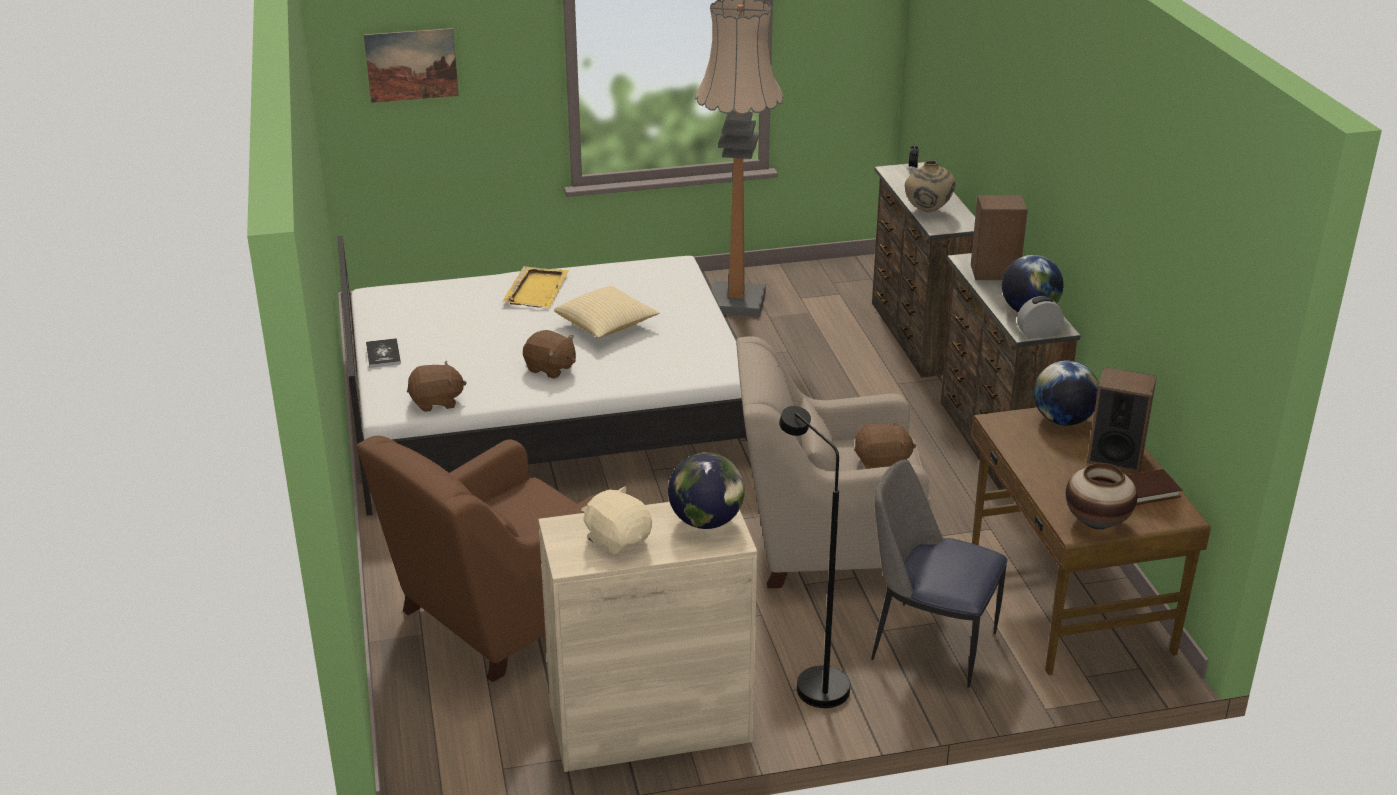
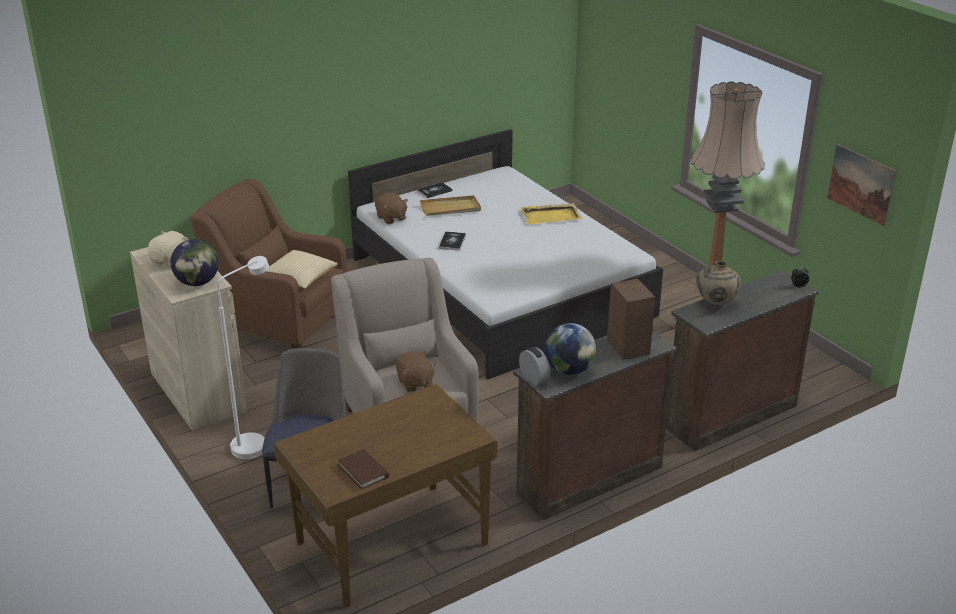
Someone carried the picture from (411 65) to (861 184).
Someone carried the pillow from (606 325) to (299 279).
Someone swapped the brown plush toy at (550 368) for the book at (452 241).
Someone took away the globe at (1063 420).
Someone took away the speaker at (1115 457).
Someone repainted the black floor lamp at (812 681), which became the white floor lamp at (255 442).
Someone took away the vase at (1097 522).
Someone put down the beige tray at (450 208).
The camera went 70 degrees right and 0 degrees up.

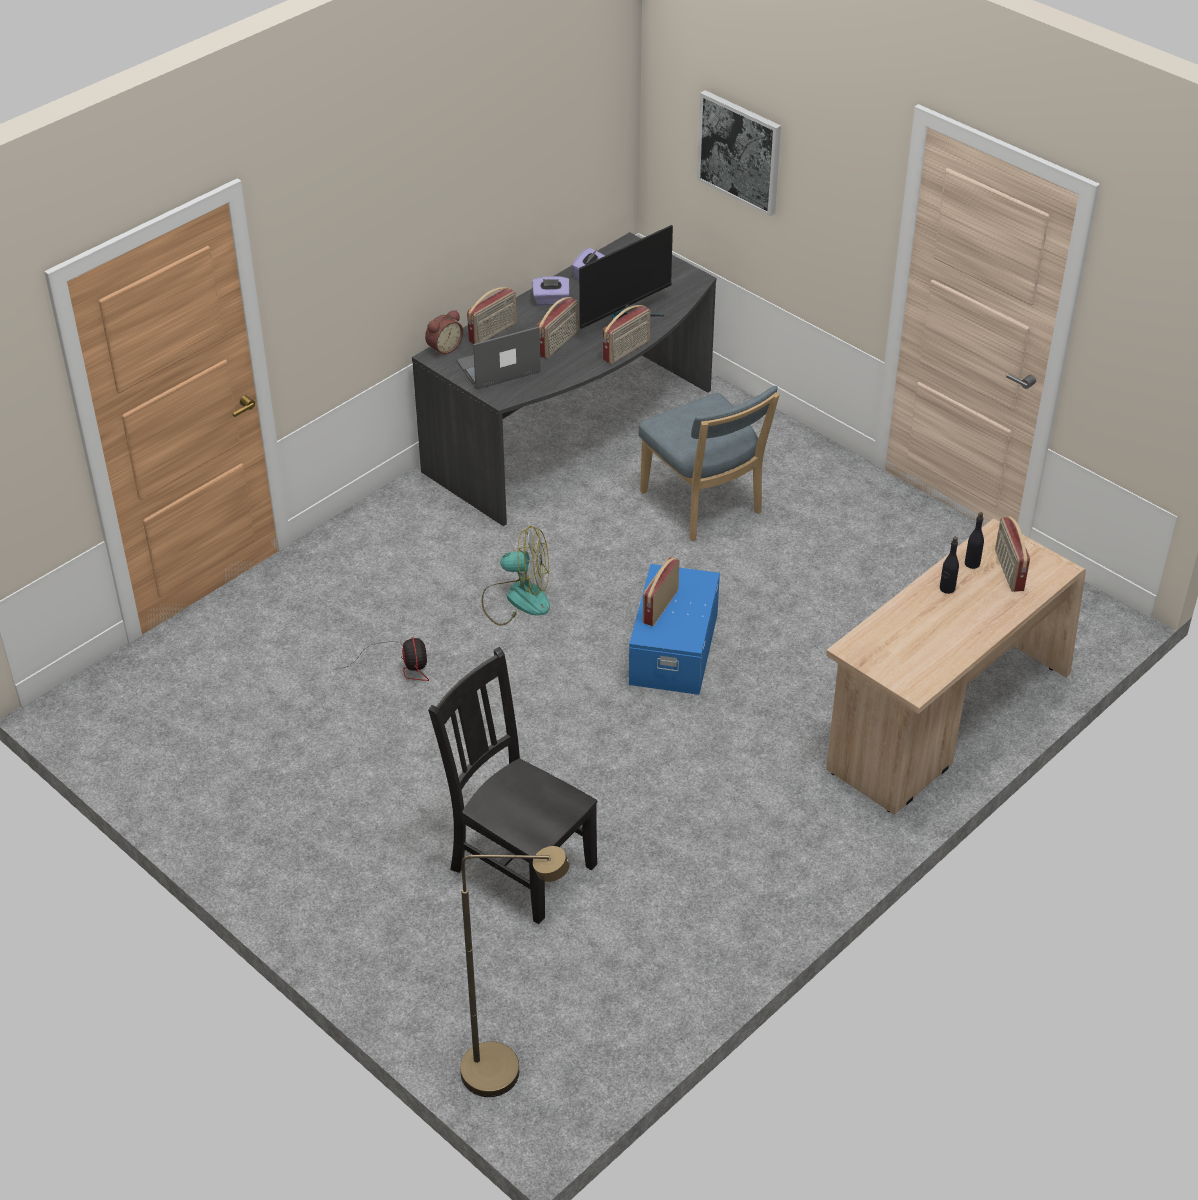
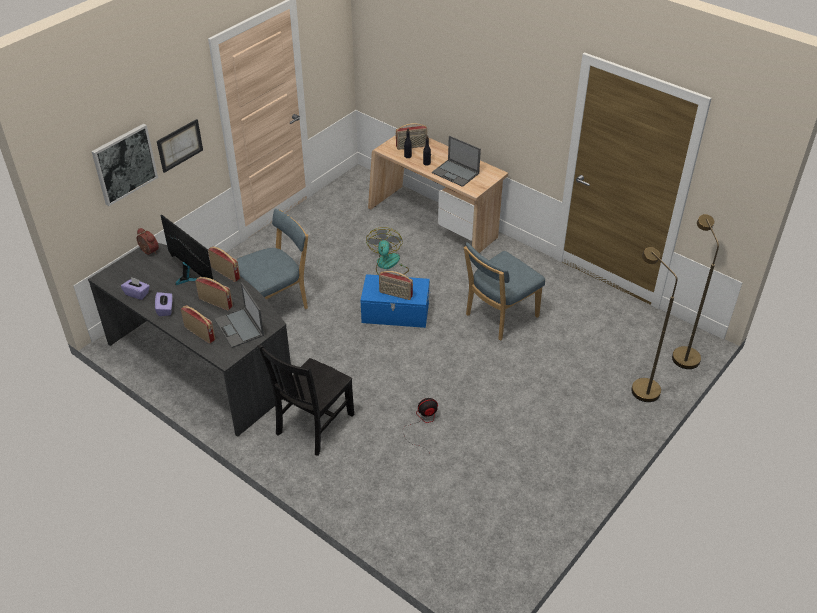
Someone carried the alarm clock from (443 348) to (148 251).
Someone carried the fan from (517 599) to (388 265).
Someone carried the black chair from (519 864) to (313 425).
Someone put up the picture at (179 145).
Someone put down the laptop at (456 173).
Someone put down the blue chair at (499 317).
Someone put down the brown floor lamp at (639 386).
The camera went 95 degrees left and 0 degrees up.

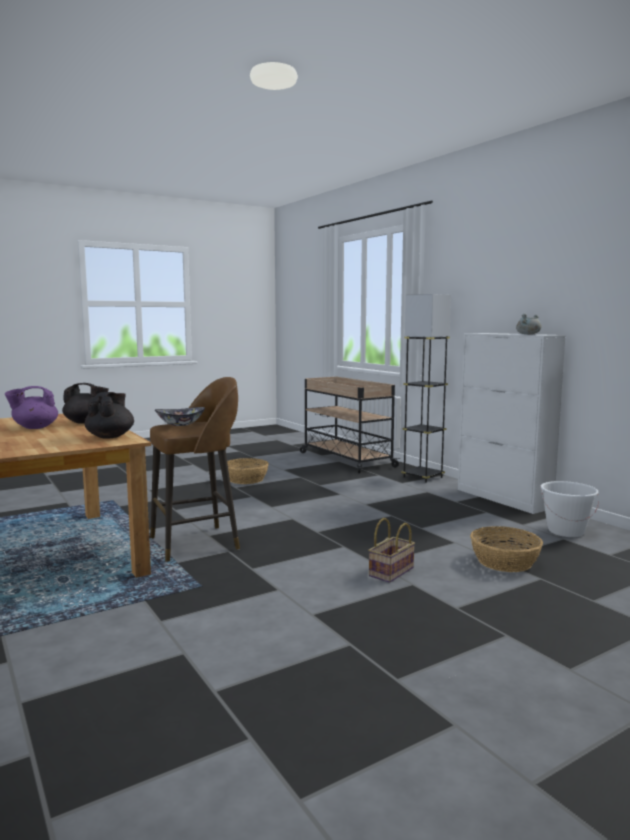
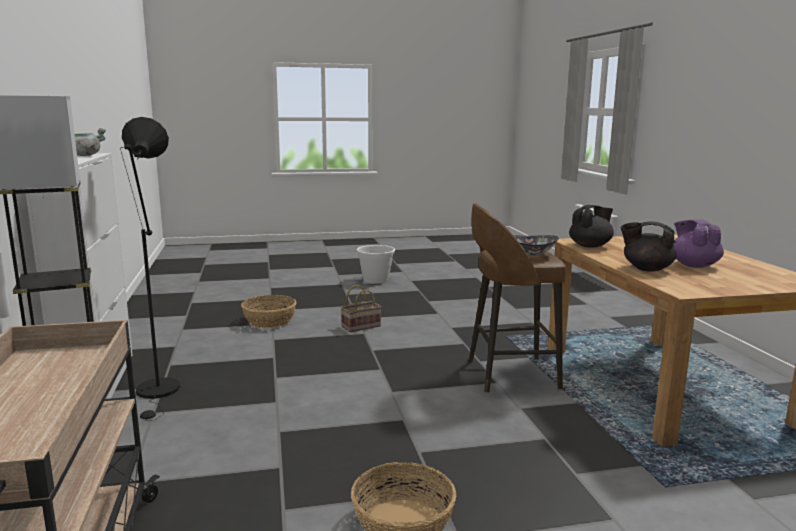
Someone rotated the purple teapot at (34 427) by 90 degrees counterclockwise.
Someone rotated the black teapot at (110 437) by 150 degrees counterclockwise.
Someone carried the white bucket from (565 531) to (375 280).
Someone put down the black floor lamp at (158 393).
The camera went 160 degrees left and 5 degrees up.

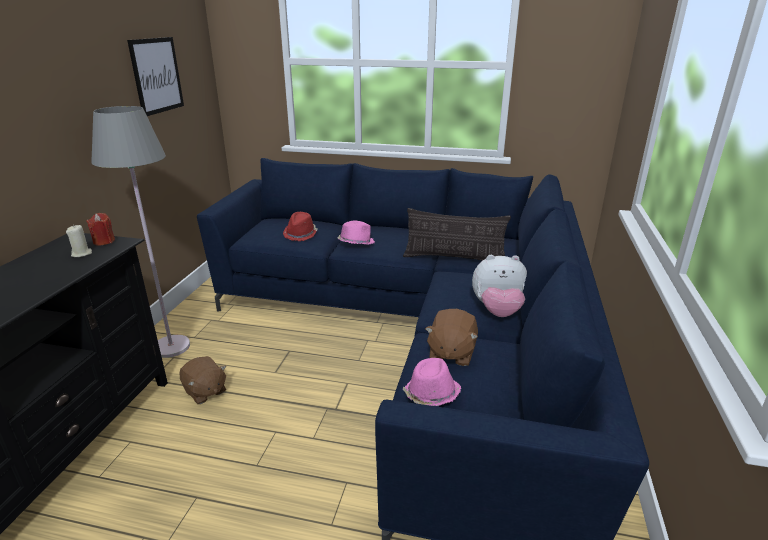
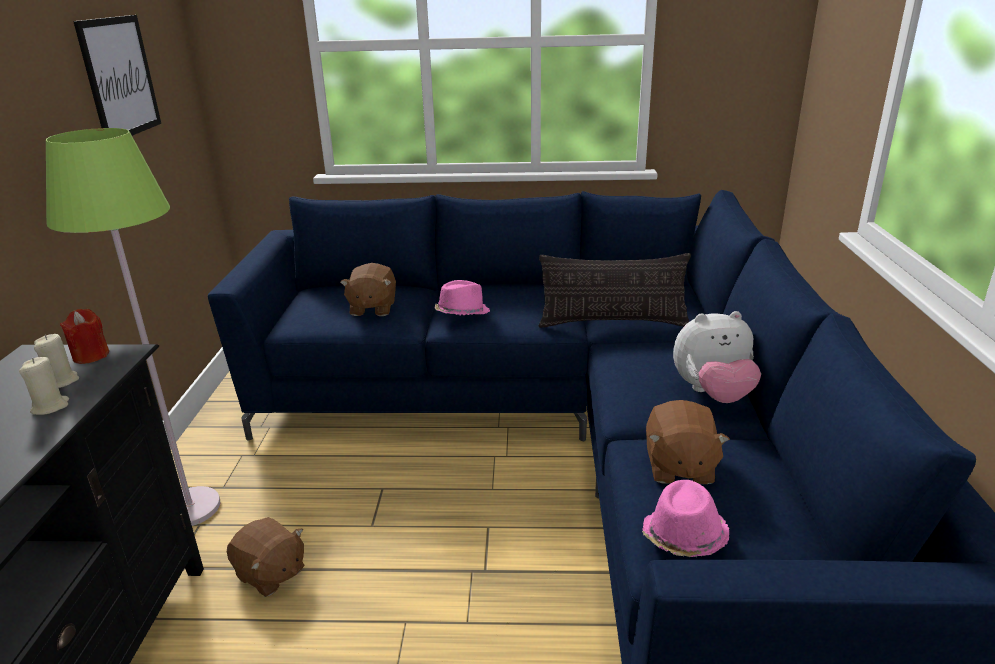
Someone repainted the grey floor lamp at (171 347), which became the green floor lamp at (190 508).
Someone swapped the red hat at (301 234) for the brown plush toy at (372 308).
Someone put down the beige candle at (50 406).
The camera went 10 degrees left and 0 degrees up.

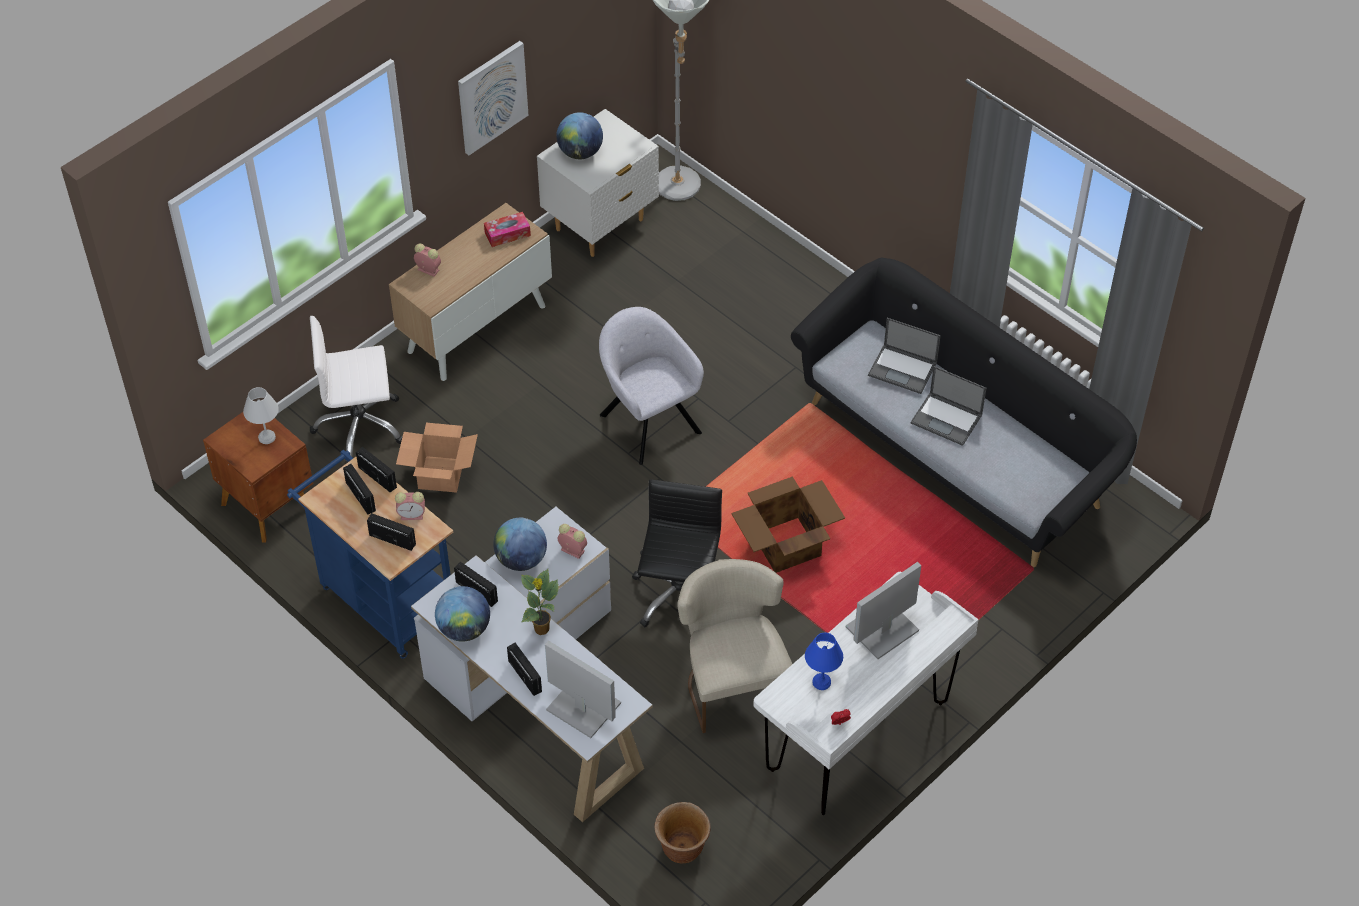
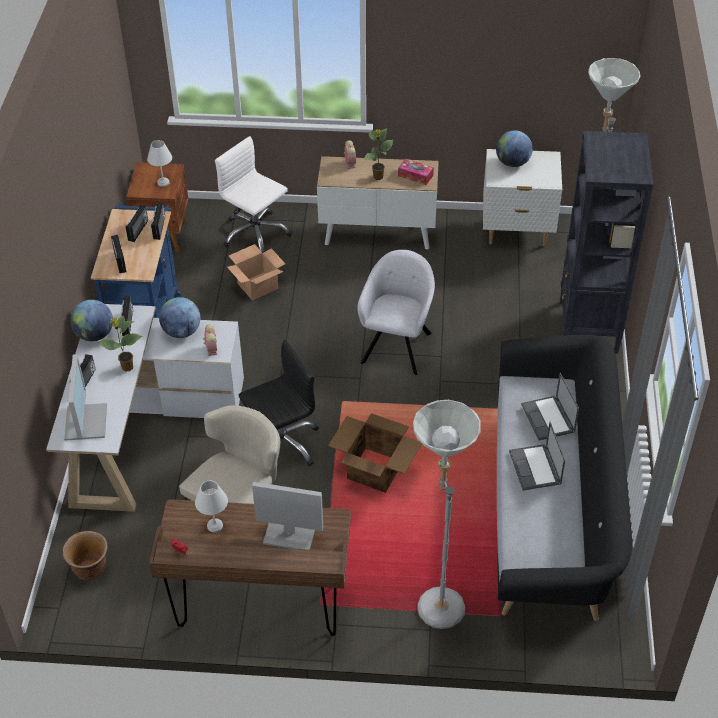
Someone took away the picture at (492 97).
Someone took away the alarm clock at (412 515).
Someone repainted the white desk at (858 737), which became the brown desk at (260 606).
Someone repainted the blue table lamp at (822 681), which became the white table lamp at (215 525).
Someone put down the potted plant at (378 177).
Someone put down the black bookcase at (588 327).
Someone put down the grey floor lamp at (437 600).
The camera went 50 degrees right and 5 degrees down.

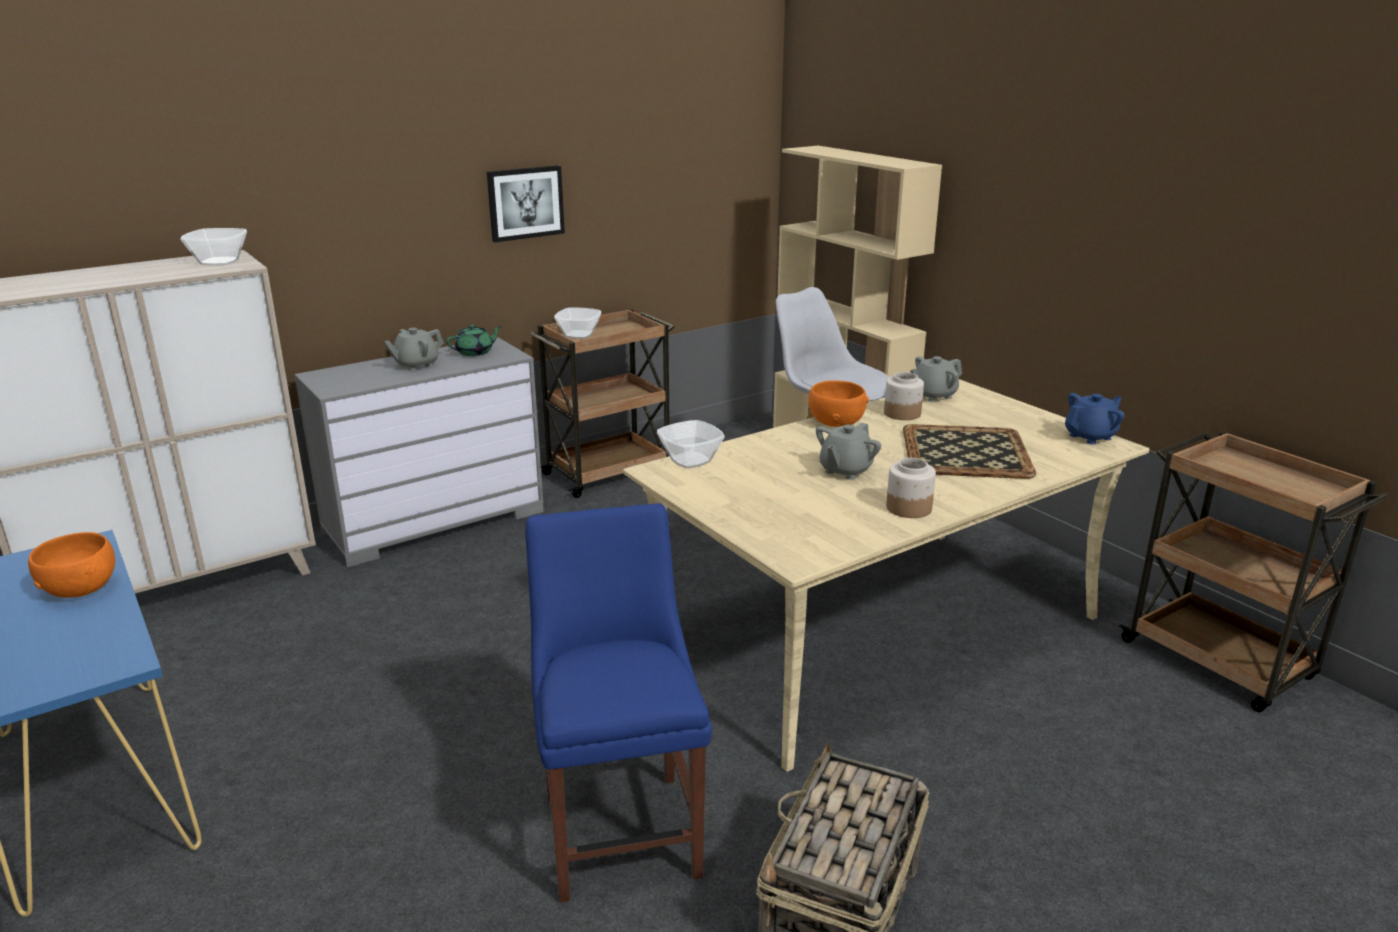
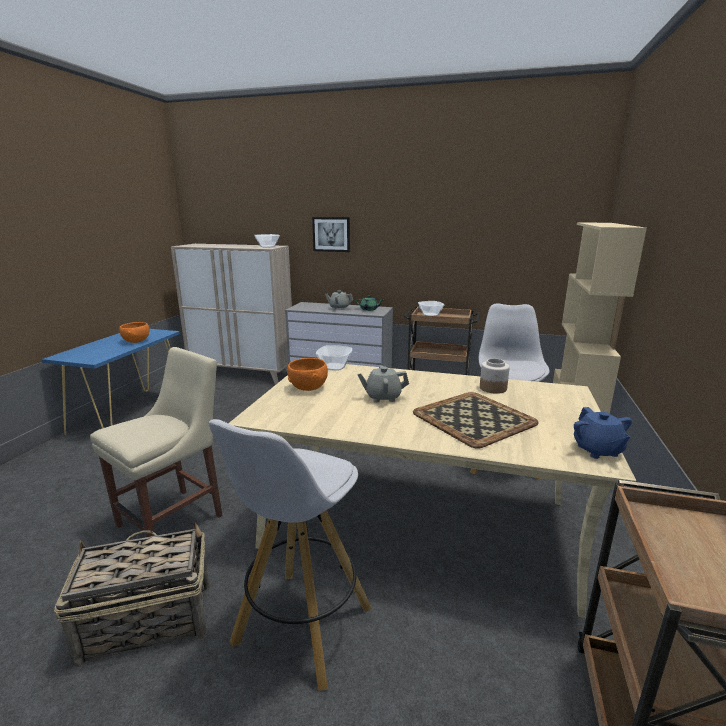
Someone carried the picture from (525 203) to (331 234).
Someone took away the grey teapot at (933 396).
Someone carried the orange bowl from (836 423) to (308 387).
Someone rotated the blue teapot at (1090 436) by 60 degrees clockwise.
Someone took away the jar at (908 508).
Someone repainted the blue chair at (621 827), which became the beige chair at (175 518).
Someone put down the white stool at (301 627).
The camera went 50 degrees right and 5 degrees down.

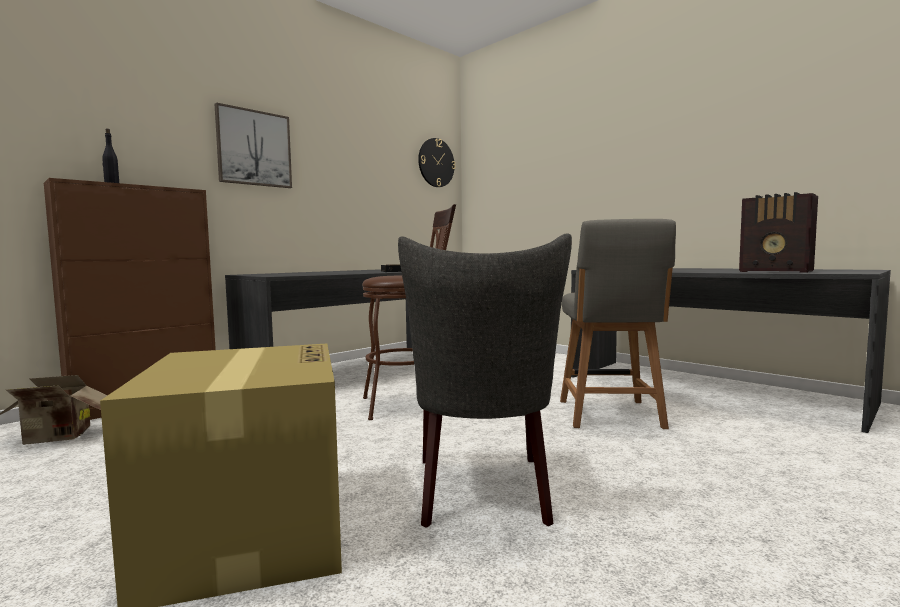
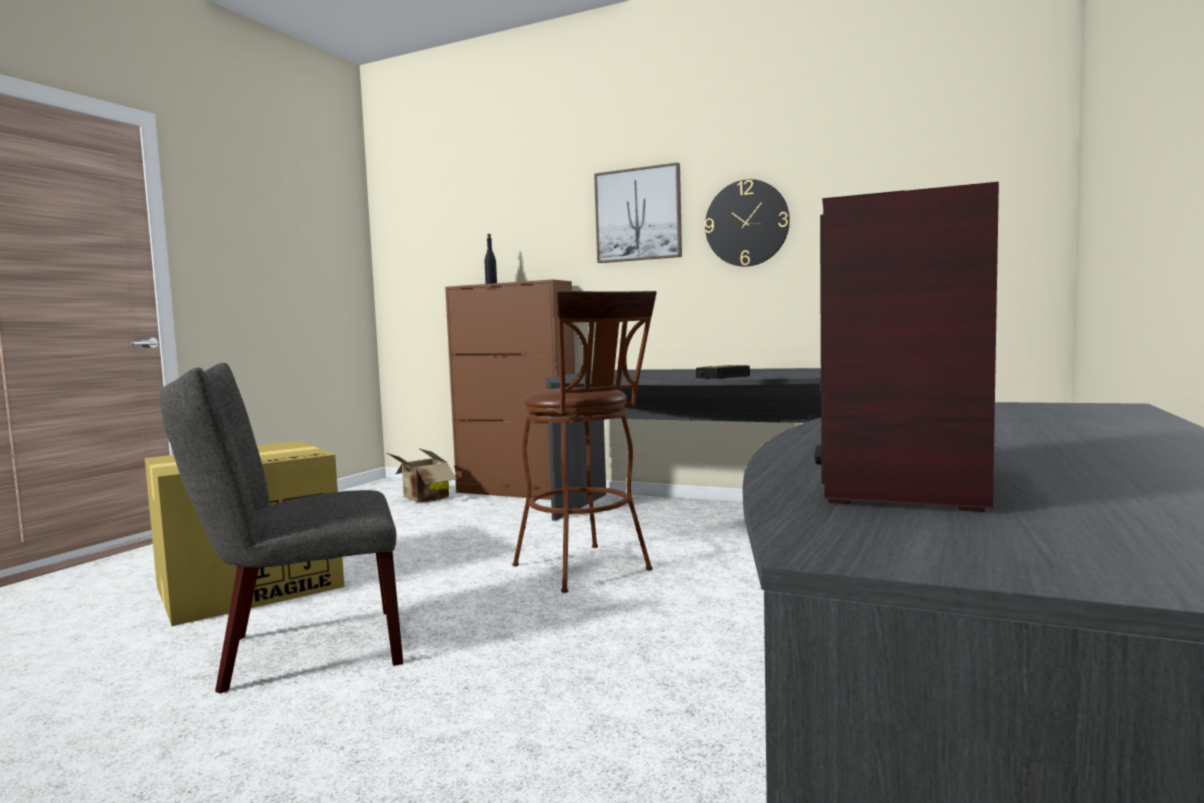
Someone carried the wall clock from (436 163) to (746 223).
Someone took away the grey chair at (610 415).
The camera went 70 degrees right and 0 degrees up.

